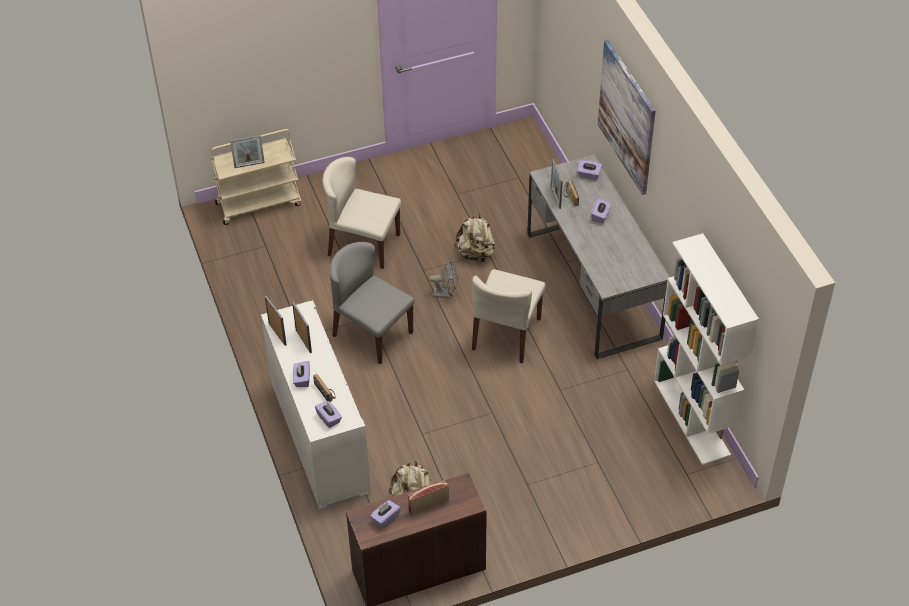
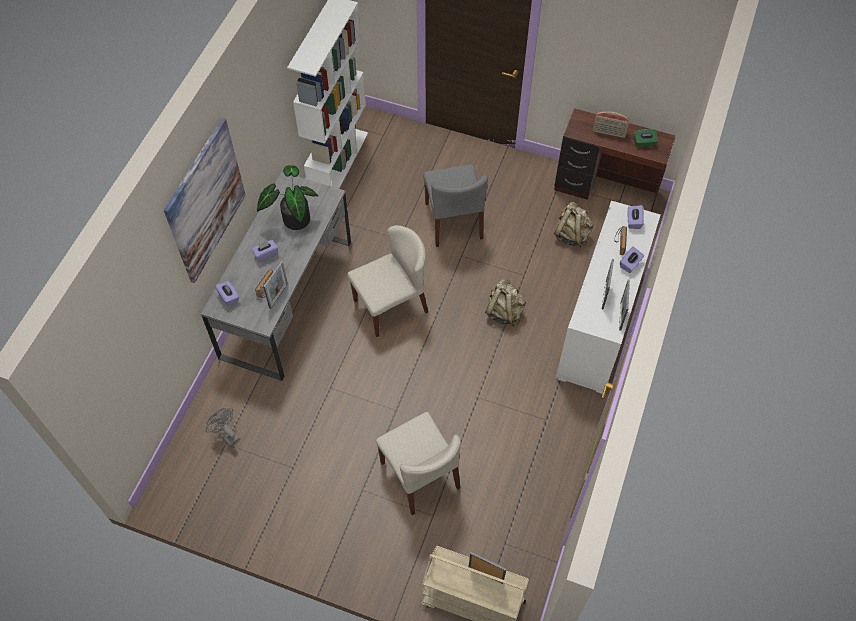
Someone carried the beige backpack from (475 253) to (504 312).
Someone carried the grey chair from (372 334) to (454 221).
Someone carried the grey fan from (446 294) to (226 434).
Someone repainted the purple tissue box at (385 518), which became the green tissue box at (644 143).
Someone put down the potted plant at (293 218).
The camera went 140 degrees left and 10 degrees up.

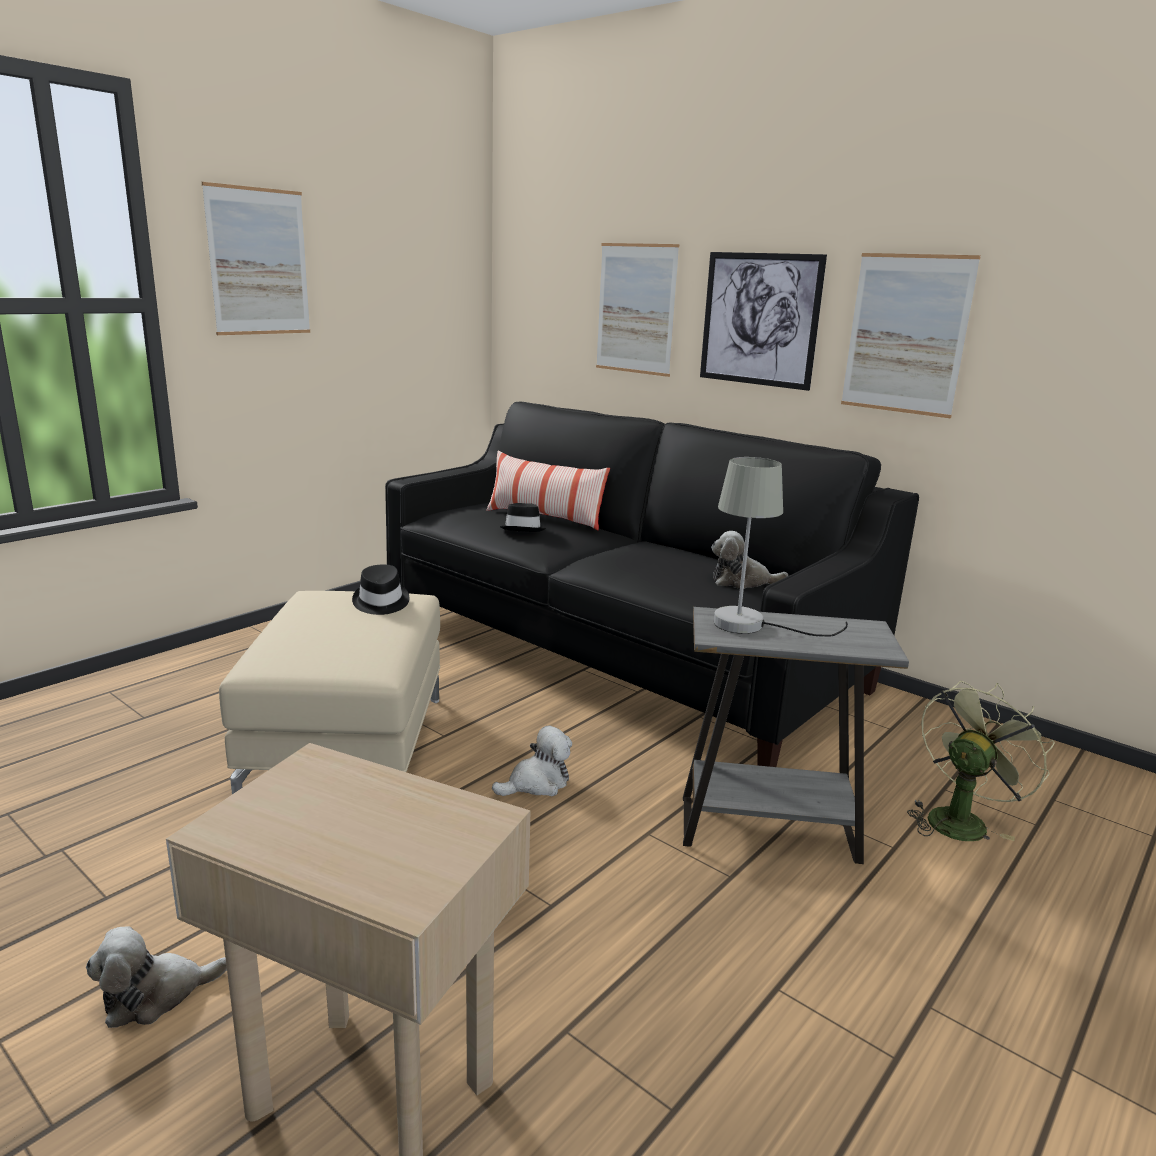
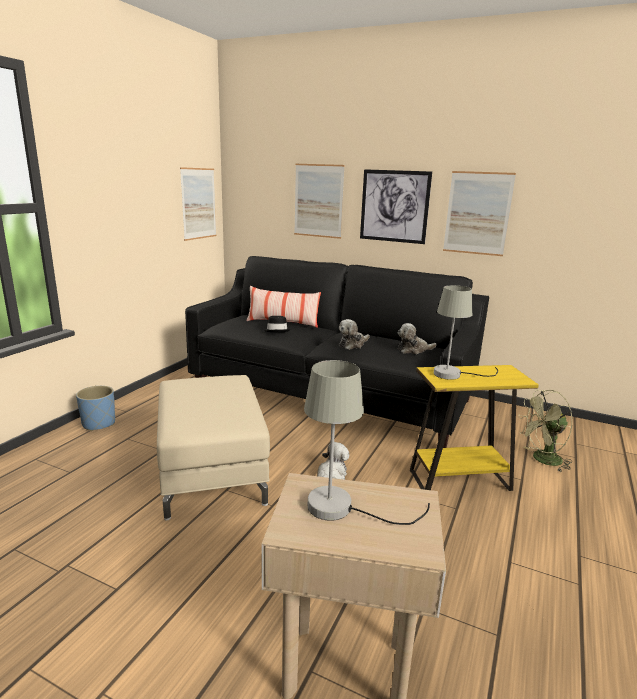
Someone carried the picture from (259 262) to (198 203).
Someone took away the black hat at (380 602).
Someone repainted the grey side table at (768 829), which became the yellow side table at (460 480).
Someone rotated the green fan at (960 819) by 135 degrees counterclockwise.
Someone carried the plush toy from (155 995) to (352 344).
Someone put down the grey table lamp at (343 508).
Someone put down the blue planter at (99 423).
The camera went 15 degrees left and 0 degrees up.

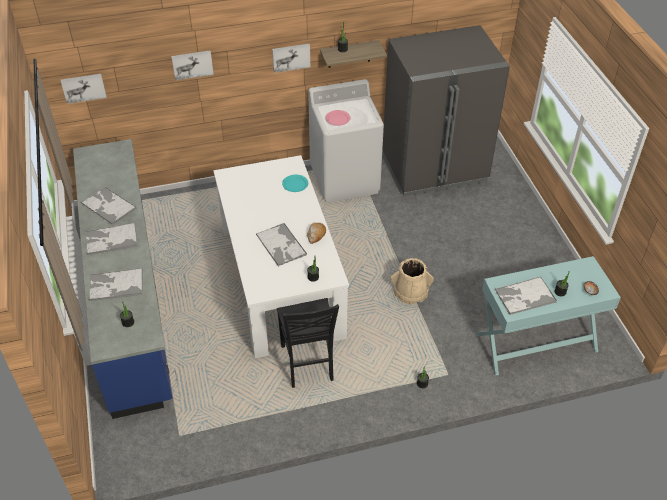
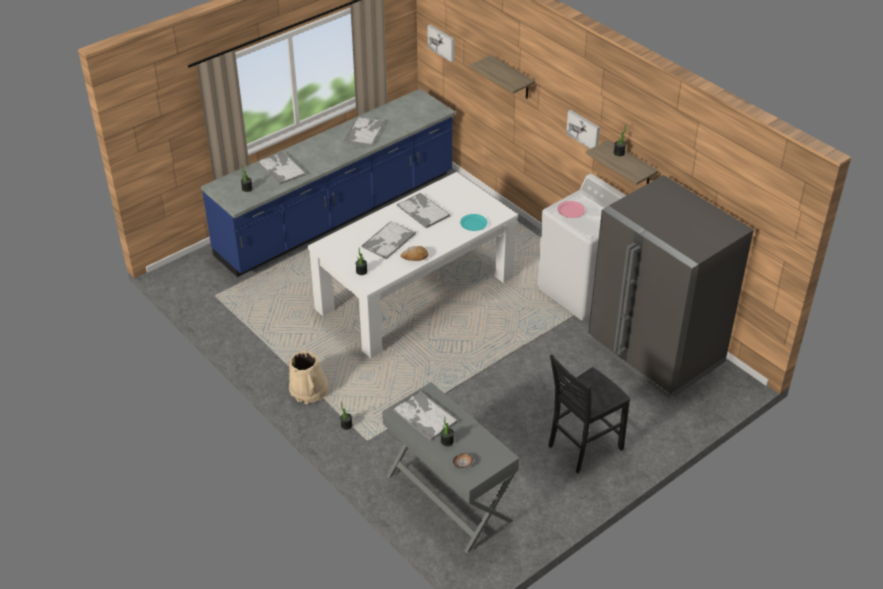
Someone swapped the picture at (192 64) for the shelf at (512 78).
Someone carried the tray from (111 239) to (423 211).
Someone repainted the turquoise console table at (536 342), which became the grey console table at (448 498).
Someone carried the beige bucket from (410 291) to (308 390).
Someone carried the black chair from (308 364) to (583 447).
The camera went 65 degrees right and 5 degrees down.

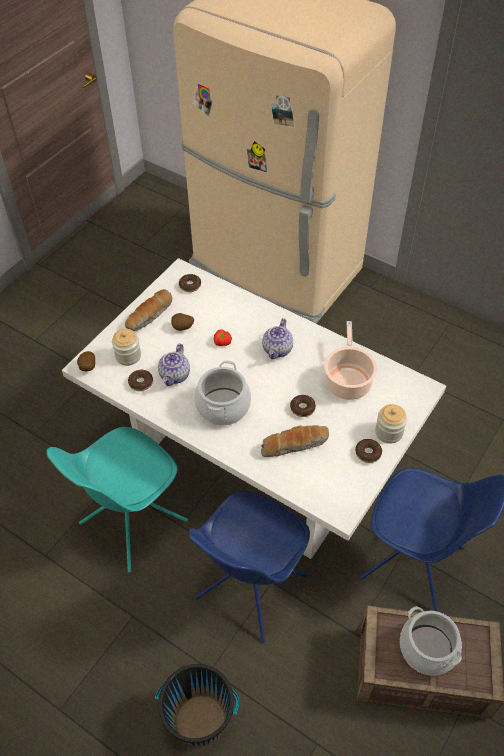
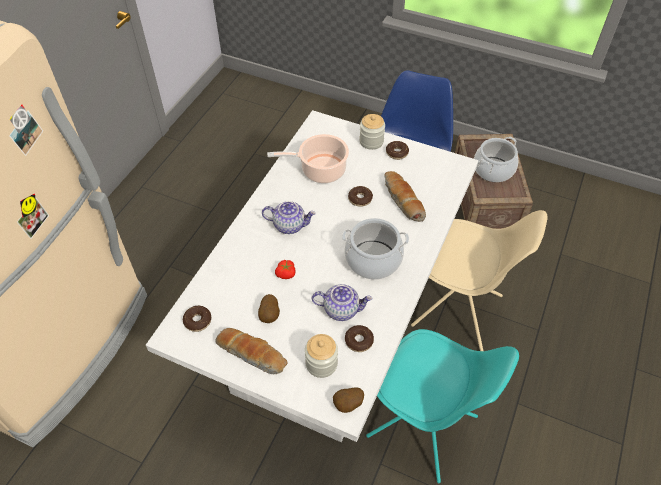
Someone repainted the blue chair at (250 588), which became the beige chair at (459 312).
Someone took away the black bucket at (200 720).
The camera went 100 degrees left and 0 degrees up.

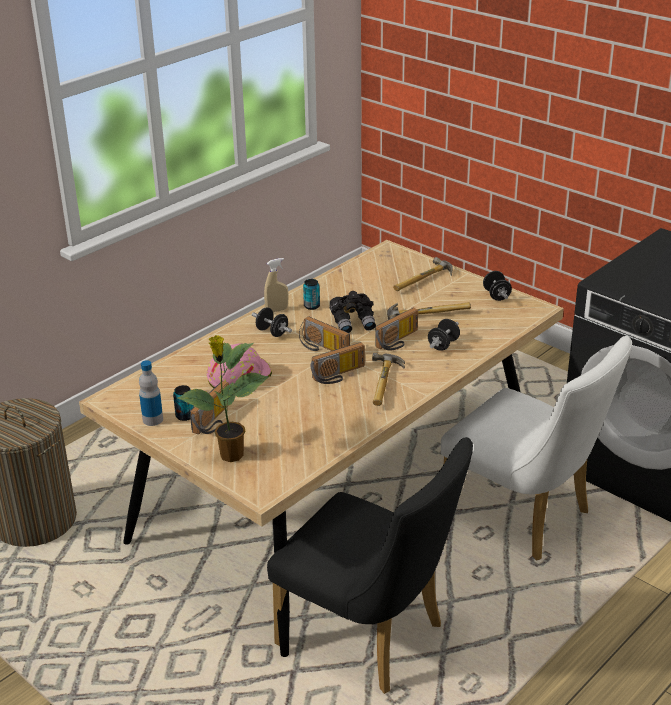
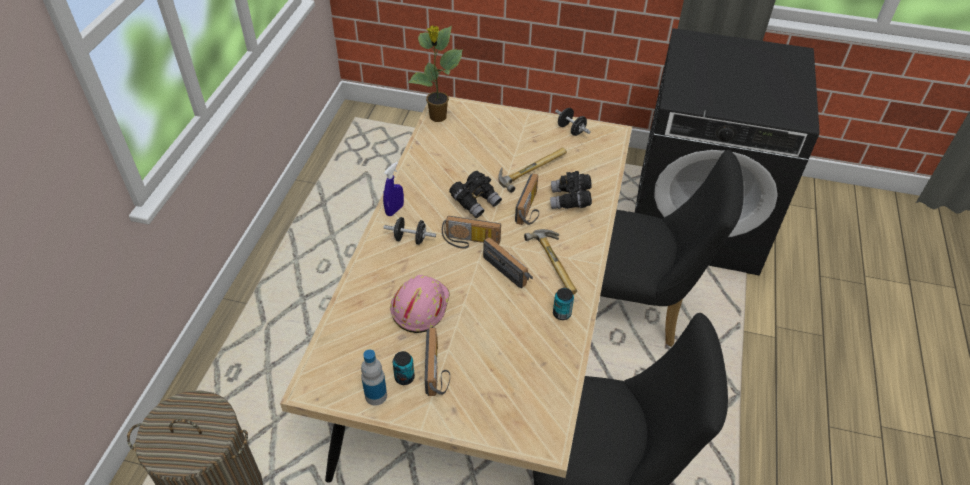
Someone took away the hammer at (425 281).
Someone repainted the beige spray bottle at (277 310), which became the blue spray bottle at (394 210).
Someone carried the can from (312 306) to (562 313).
Someone swapped the black dumbbell at (443 345) for the black binoculars at (570 200).
Someone carried the potted plant from (230 456) to (438 117).
Someone repainted the white chair at (525 518), which became the black chair at (636 308).
Someone rotated the radio at (339 375) by 75 degrees counterclockwise.
The camera went 30 degrees left and 15 degrees up.

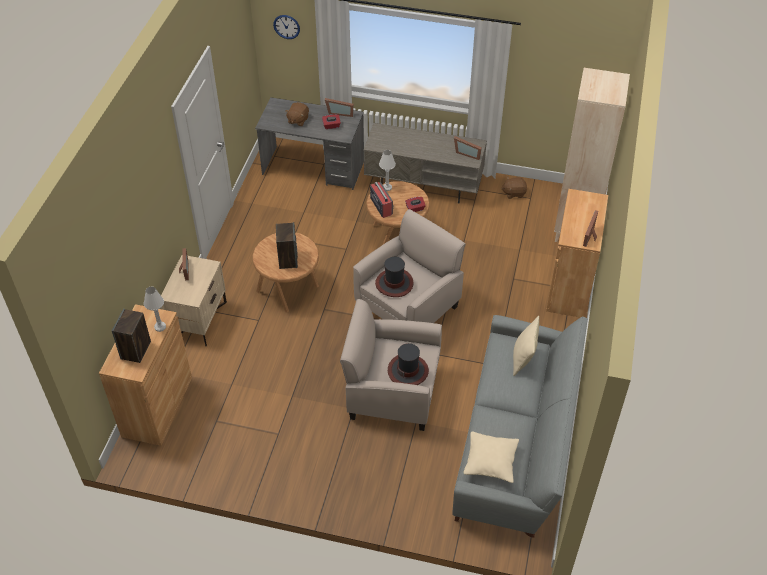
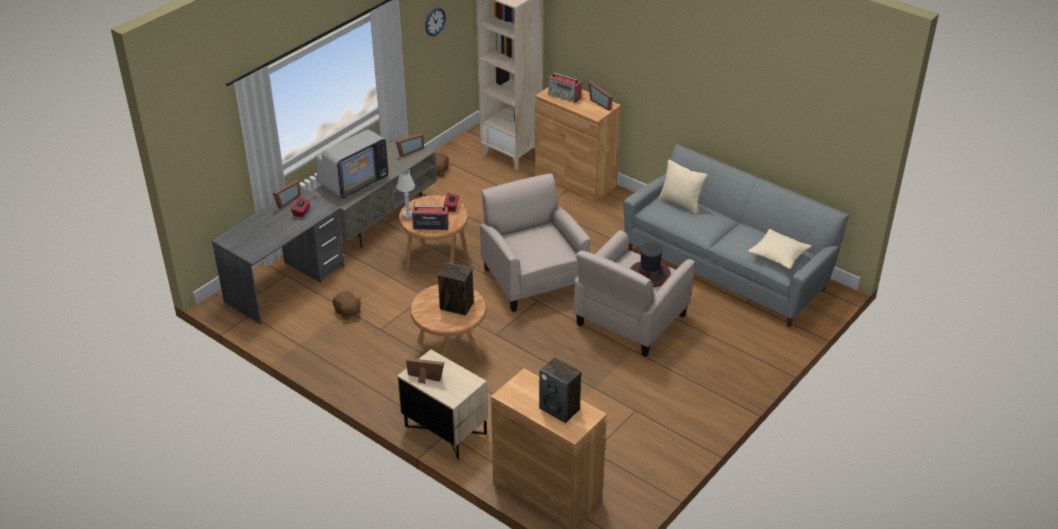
Someone carried the wall clock from (286 26) to (435 21).
Someone carried the brown plush toy from (298 120) to (347 312).
Someone took away the hat at (394 283).
Someone took away the white table lamp at (160 327).
Someone put down the radio at (564 96).
Someone put down the television at (353 181).
The camera went 65 degrees left and 10 degrees down.

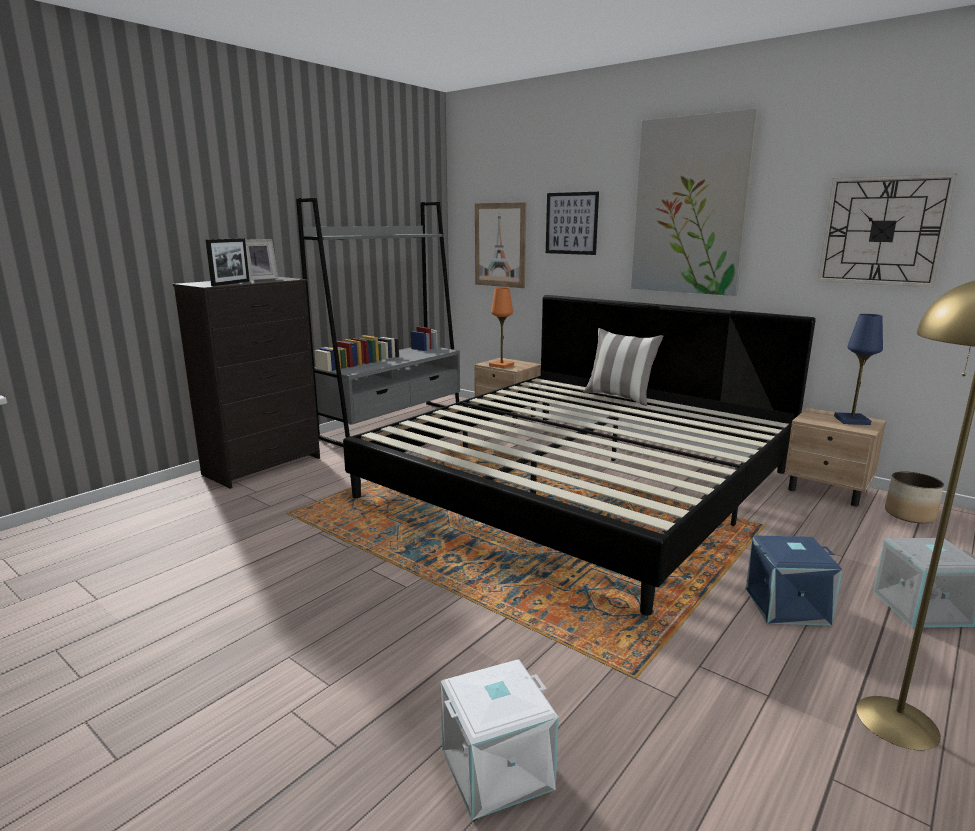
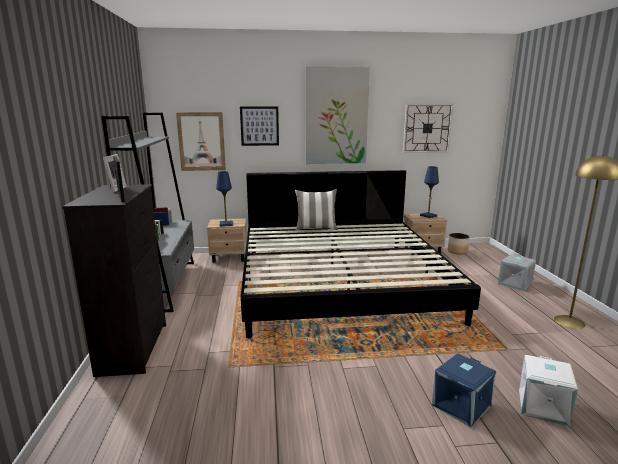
Someone repainted the orange table lamp at (501 365), which became the blue table lamp at (226 224).
Someone carried the blue storage box from (786 607) to (462 406).
The camera went 45 degrees left and 0 degrees up.

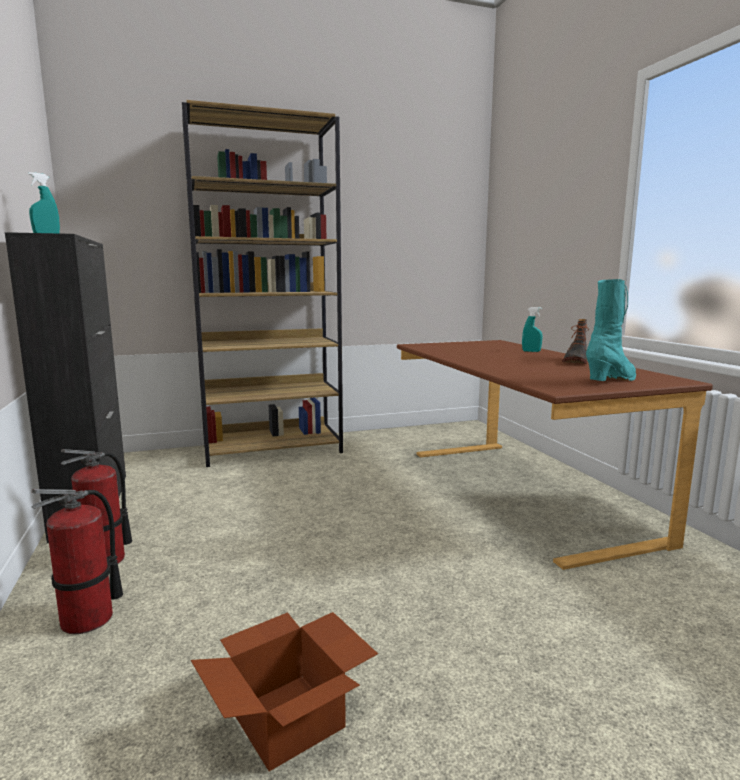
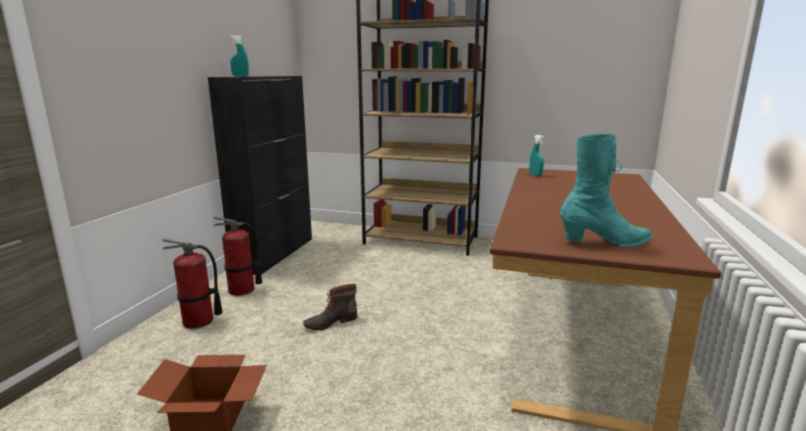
Someone carried the turquoise spray bottle from (531 351) to (535 175).
Someone carried the boot from (575 361) to (330 322).
The camera went 35 degrees right and 5 degrees up.

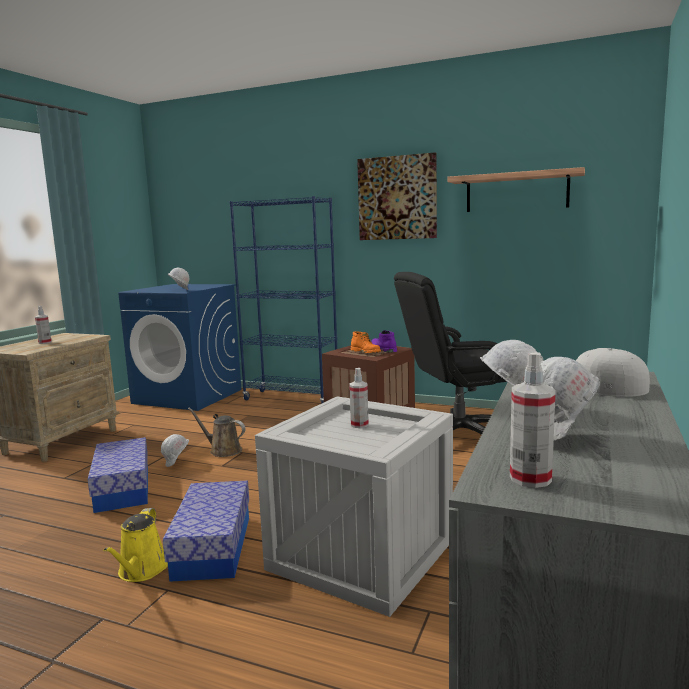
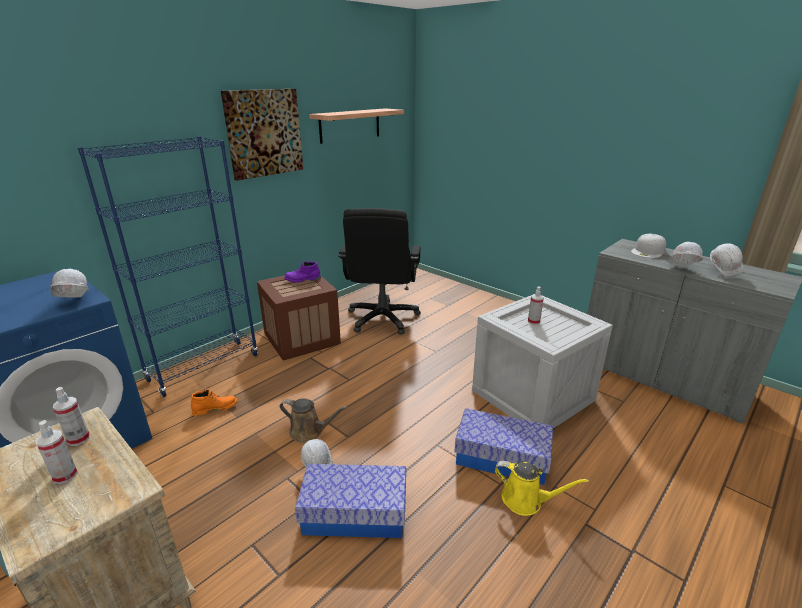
Someone carried the orange boot from (366 352) to (215 408).
Someone carried the spray bottle from (530 479) to (78 439).
Someone rotated the brown watering can at (223 450) by 120 degrees counterclockwise.
The camera went 70 degrees left and 15 degrees up.

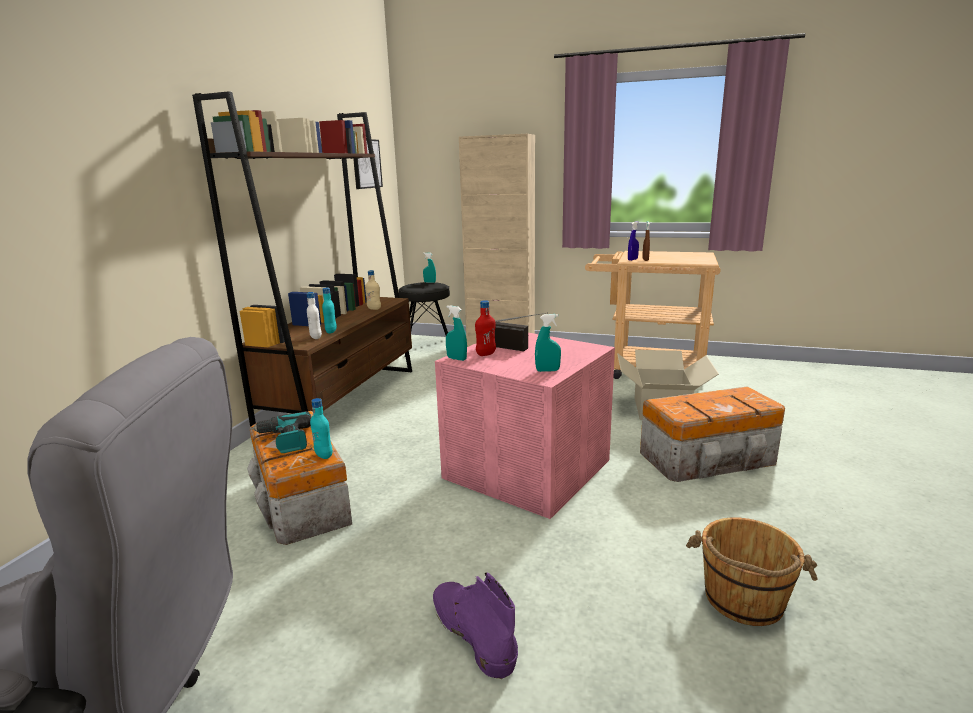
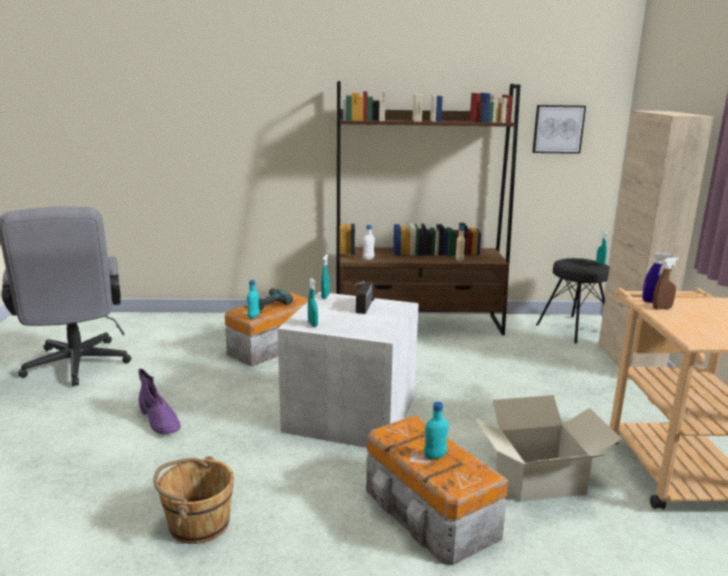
Someone carried the turquoise bottle from (331 331) to (435 456).
Someone took away the red bottle at (486 354).
Someone repainted the pink storage box at (524 469), which became the white storage box at (349 413).
Someone rotated the purple boot at (472 632) by 105 degrees clockwise.
The camera went 70 degrees right and 0 degrees up.

